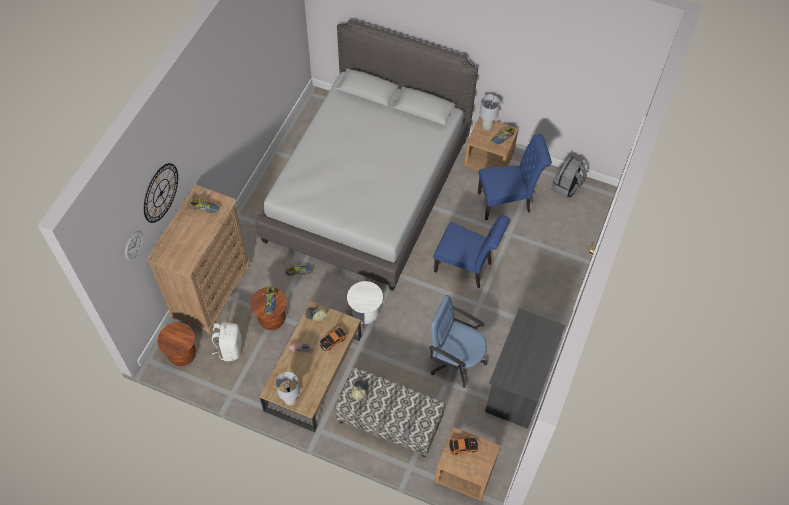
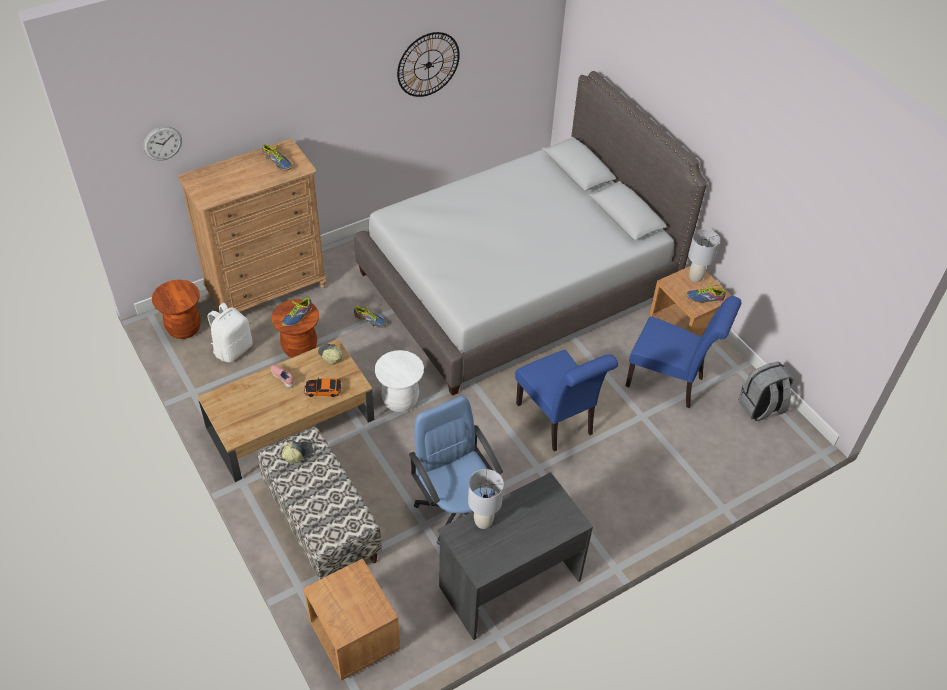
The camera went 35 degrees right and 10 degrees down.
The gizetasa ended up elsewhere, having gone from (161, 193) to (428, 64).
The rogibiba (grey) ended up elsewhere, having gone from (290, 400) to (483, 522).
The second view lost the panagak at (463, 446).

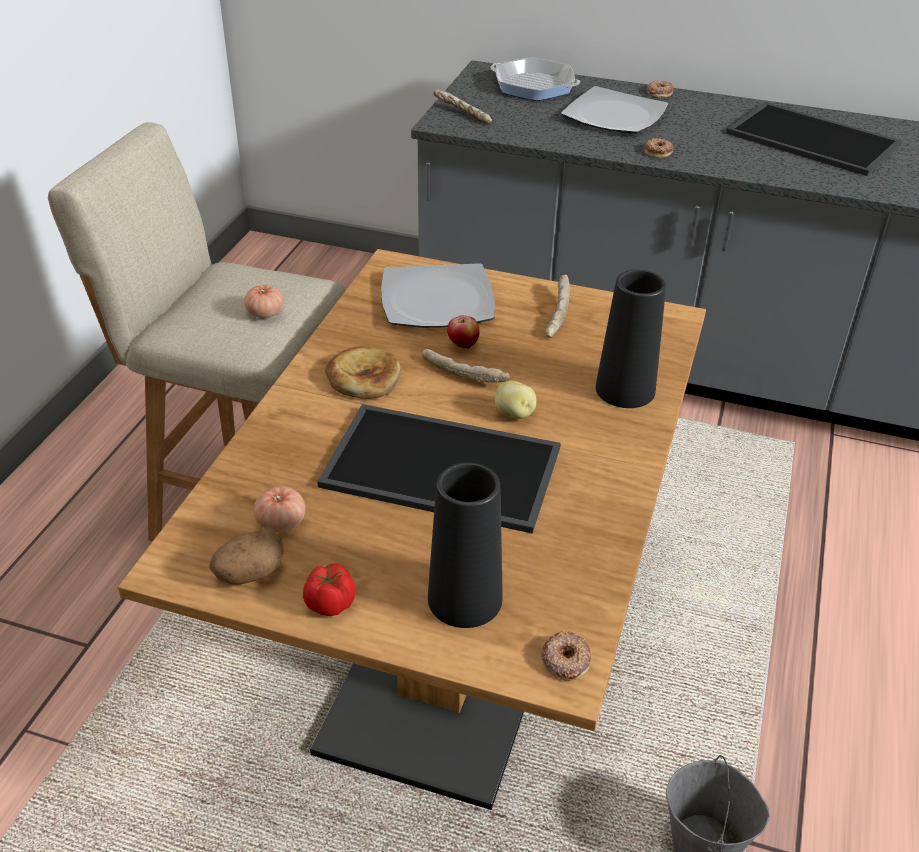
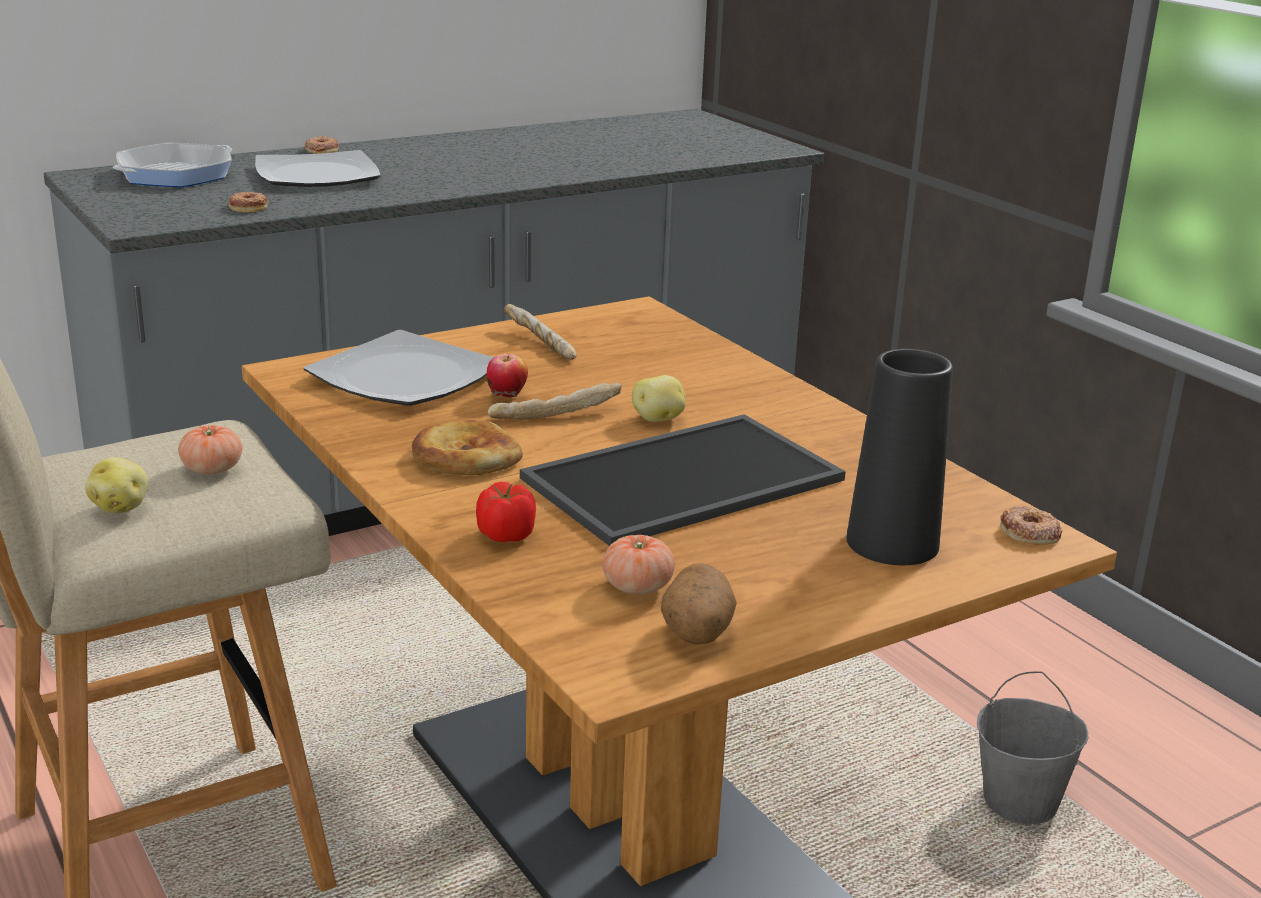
The camera went 50 degrees left and 15 degrees down.
The second view gained the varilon at (120, 507).
The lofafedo at (534, 86) ended up facing another way, 150 degrees clockwise from before.
The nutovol ended up elsewhere, having gone from (658, 151) to (248, 207).
The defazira ended up elsewhere, having gone from (329, 603) to (505, 536).
The second view lost the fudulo at (461, 114).
The second view lost the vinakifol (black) at (625, 389).
The second view lost the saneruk at (815, 139).

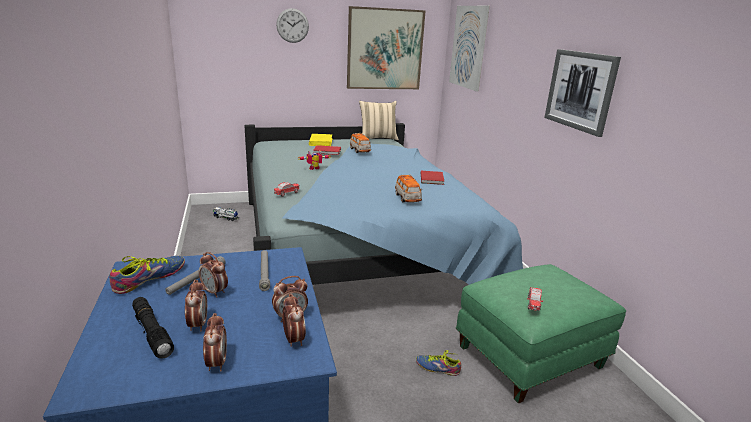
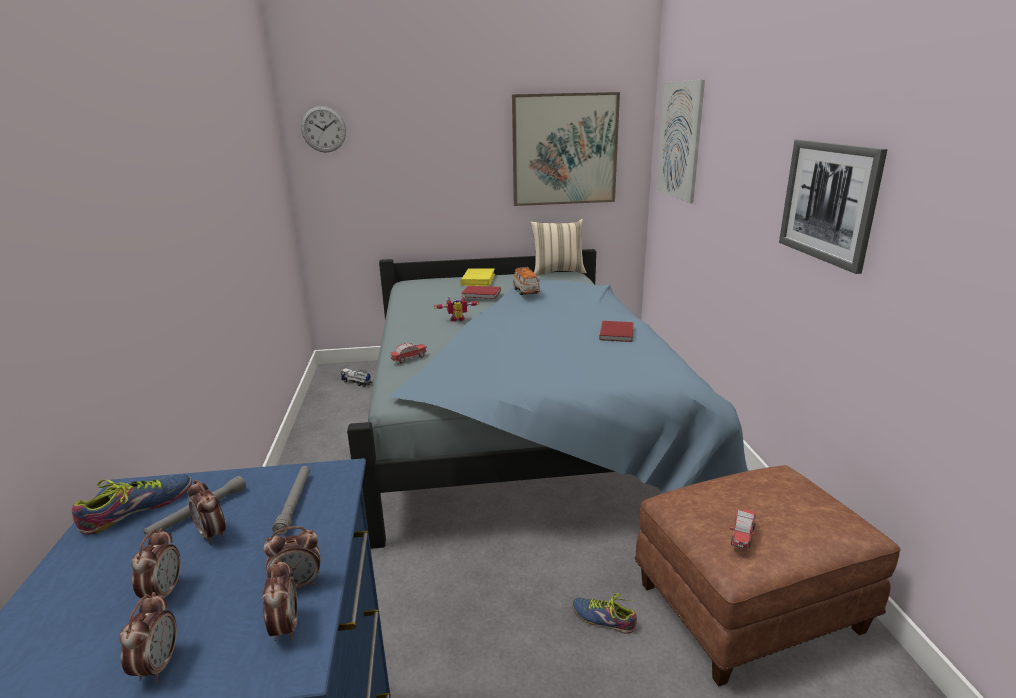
The camera went 10 degrees right and 0 degrees up.
The gizetasa ended up elsewhere, having gone from (292, 25) to (323, 129).
What was the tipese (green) at (530, 355) turned into the tipese (brown) at (748, 605).
The second view lost the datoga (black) at (152, 332).
The second view lost the panagak at (407, 198).

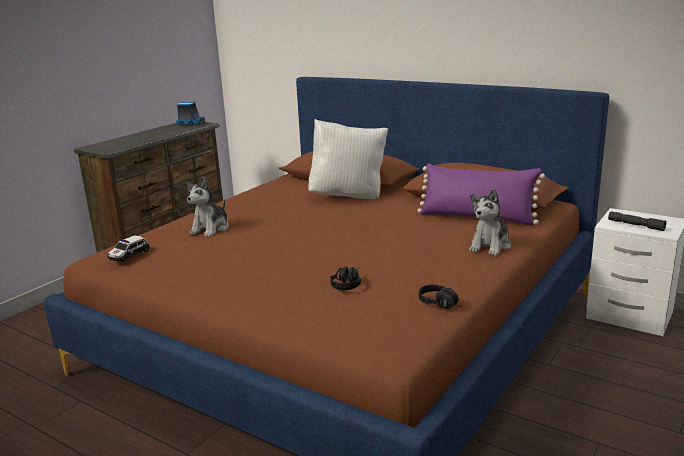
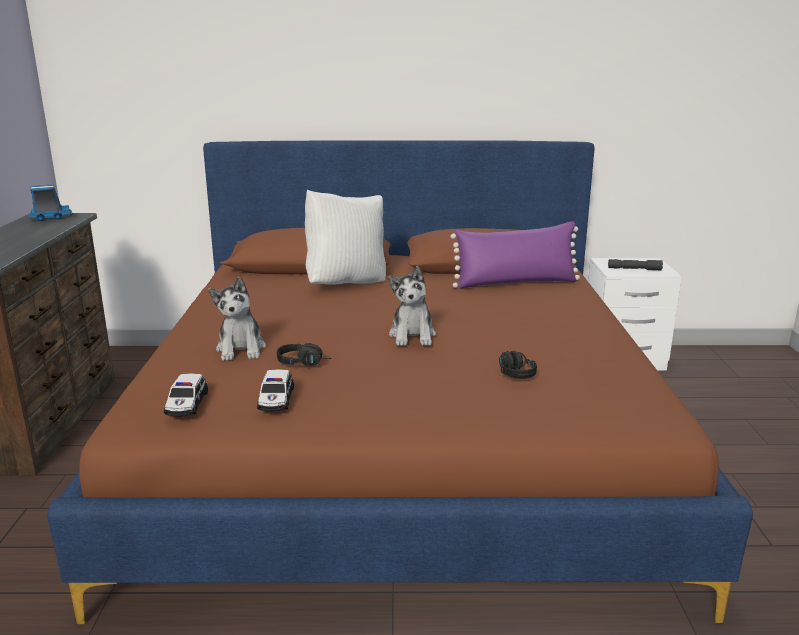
The camera went 35 degrees left and 0 degrees up.
The second view gained the panagak at (276, 399).
The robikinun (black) ended up elsewhere, having gone from (442, 304) to (305, 363).
The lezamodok ended up elsewhere, having gone from (490, 246) to (412, 335).

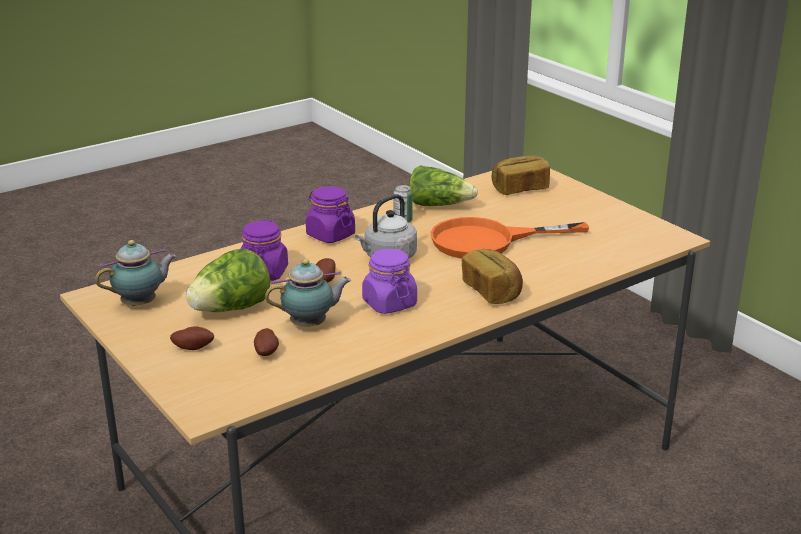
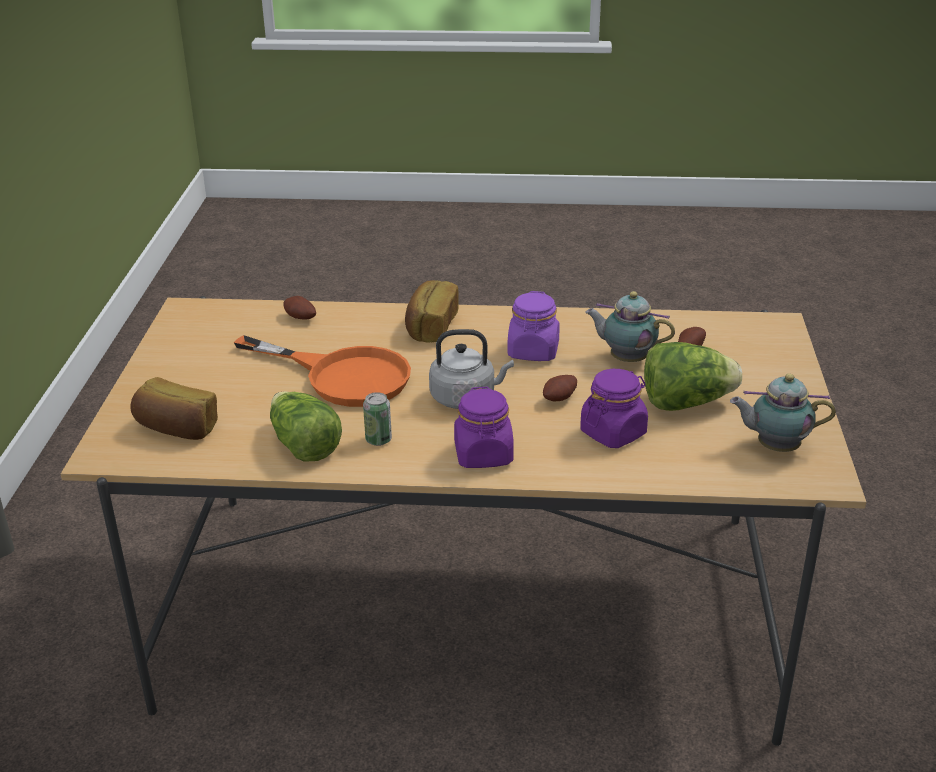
The camera went 140 degrees left and 5 degrees up.
The varilon ended up elsewhere, having gone from (193, 347) to (300, 318).

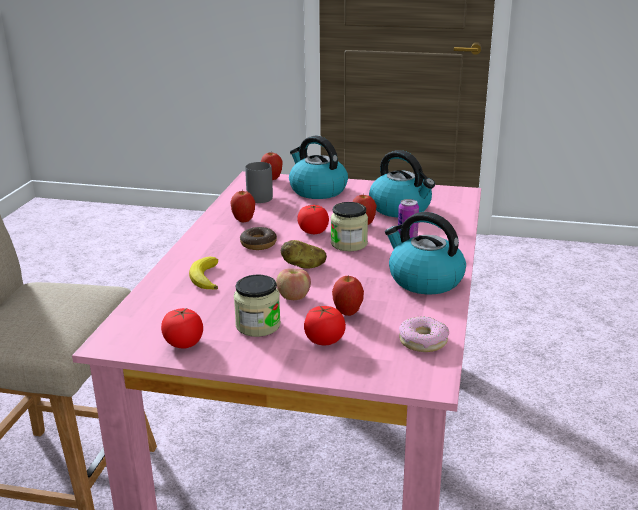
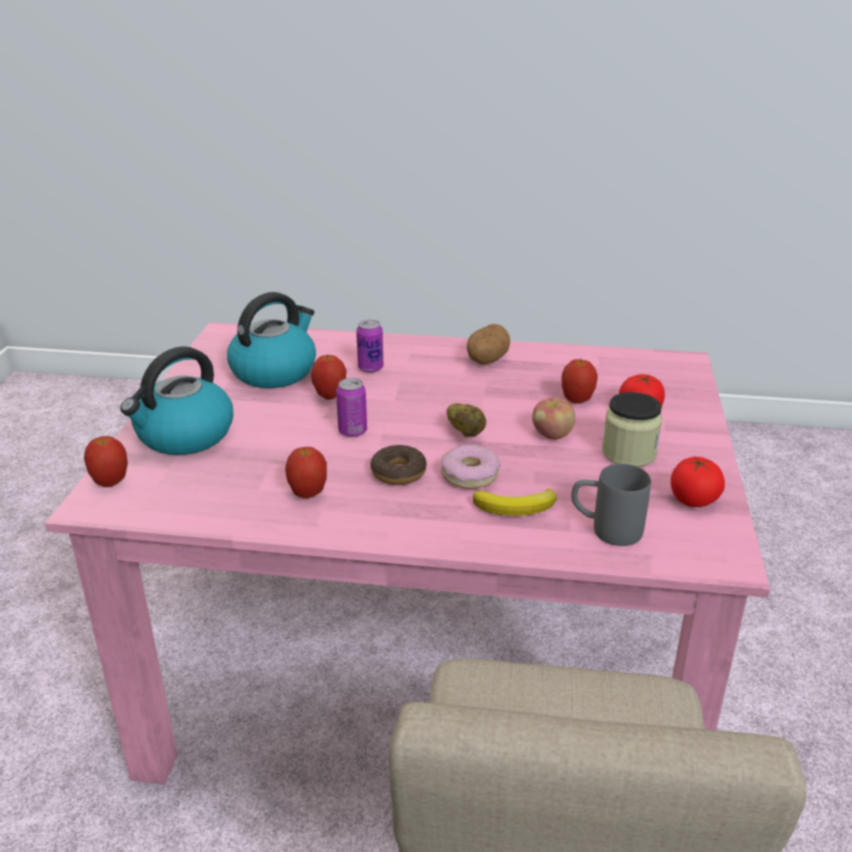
The camera went 95 degrees left and 5 degrees up.
Where the defazira stood at (313, 231), the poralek came to stand at (352, 431).
The nutovol ended up elsewhere, having gone from (423, 341) to (469, 475).
Where the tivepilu stood at (424, 280), the varilon came to stand at (486, 360).
The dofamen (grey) ended up elsewhere, having gone from (262, 196) to (605, 530).
The second view lost the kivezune at (349, 244).

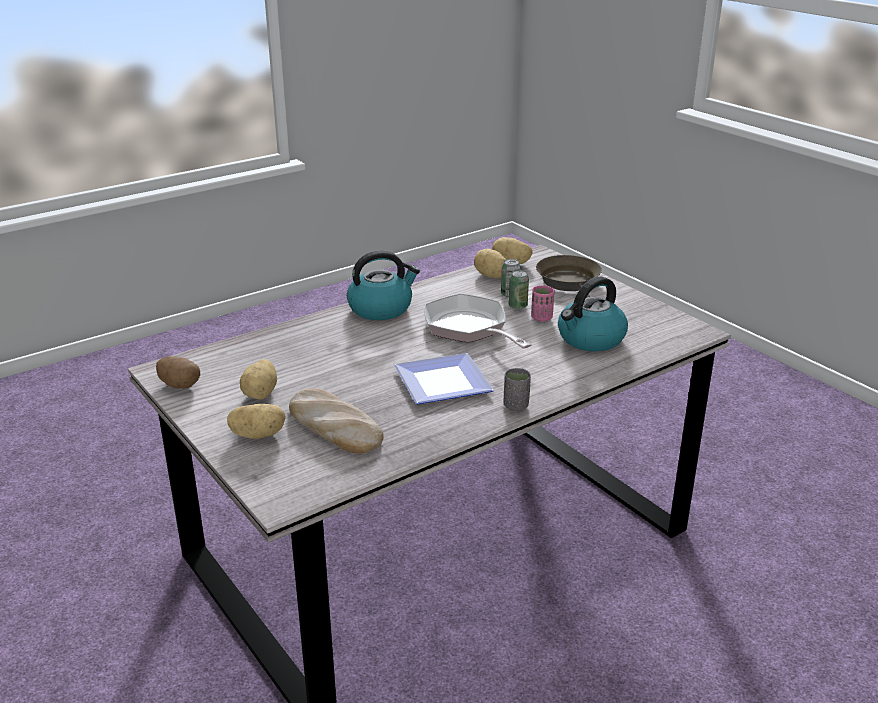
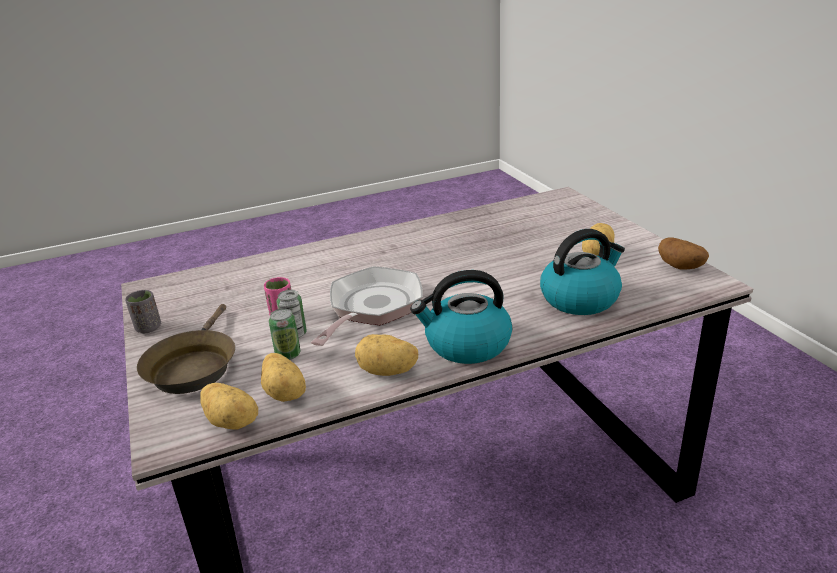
The camera went 165 degrees left and 0 degrees up.
The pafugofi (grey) ended up elsewhere, having gone from (516, 406) to (148, 328).
The lofafedo at (469, 328) ended up facing another way, 135 degrees counterclockwise from before.
The varilon ended up elsewhere, having gone from (258, 435) to (387, 372).
The tivepilu ended up elsewhere, having gone from (590, 339) to (580, 298).
The second view lost the fudulo at (333, 426).
The second view lost the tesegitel at (444, 380).

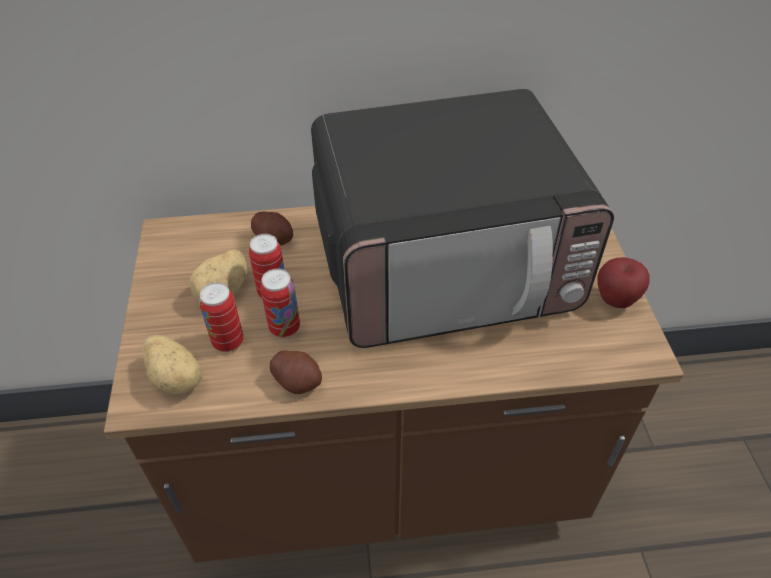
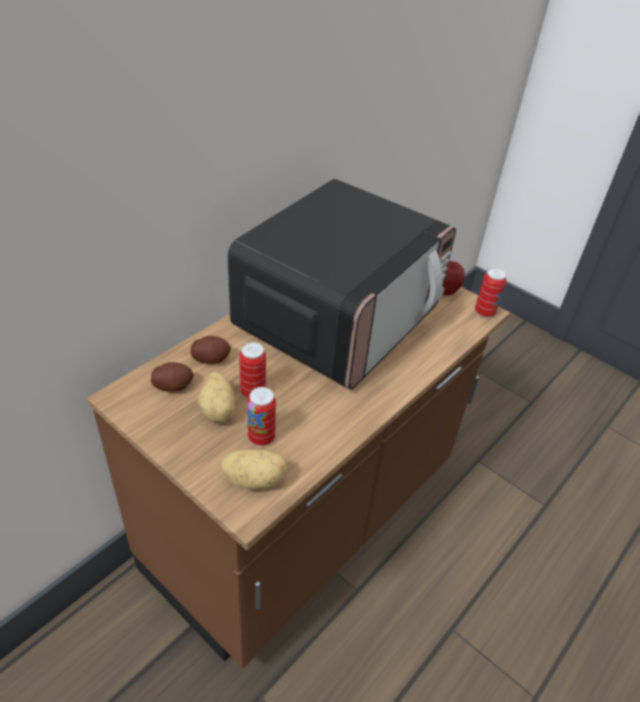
The camera went 45 degrees left and 5 degrees down.
The varilon ended up elsewhere, having gone from (298, 381) to (173, 386).
The poralek ended up elsewhere, having gone from (284, 328) to (484, 312).

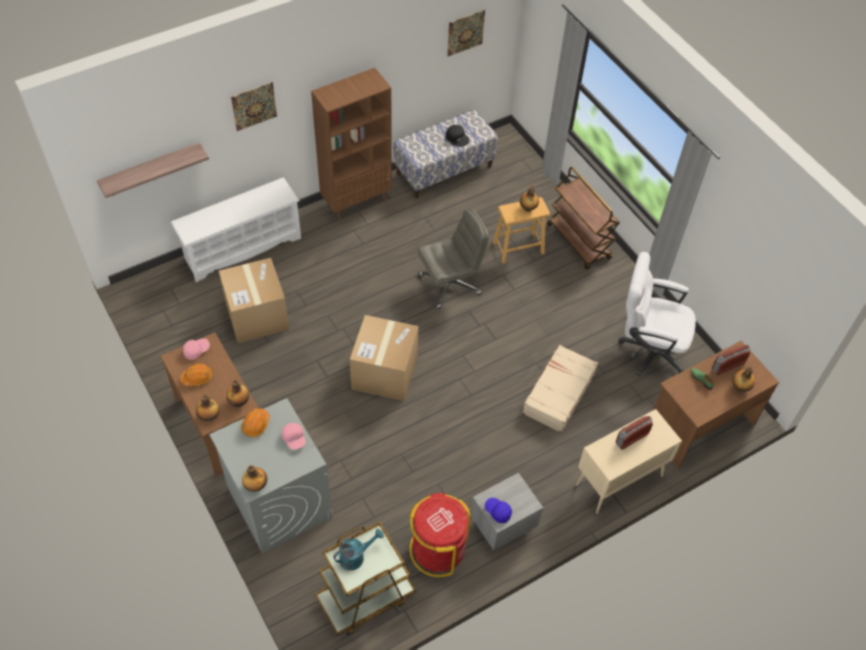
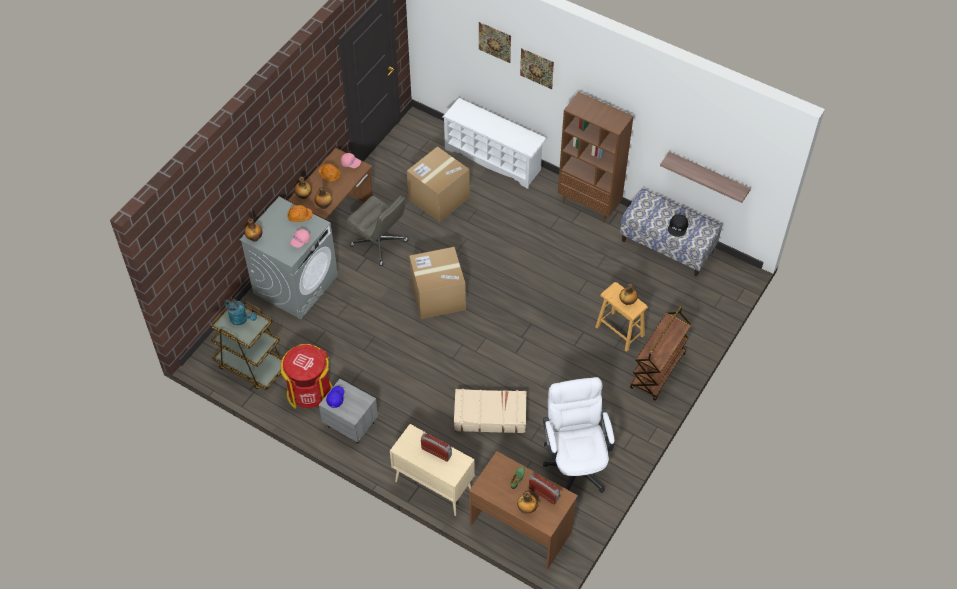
The camera went 65 degrees right and 0 degrees up.
The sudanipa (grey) ended up elsewhere, having gone from (450, 284) to (380, 243).
The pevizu ended up elsewhere, having gone from (465, 33) to (495, 42).
The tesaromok ended up elsewhere, having gone from (151, 170) to (708, 176).

